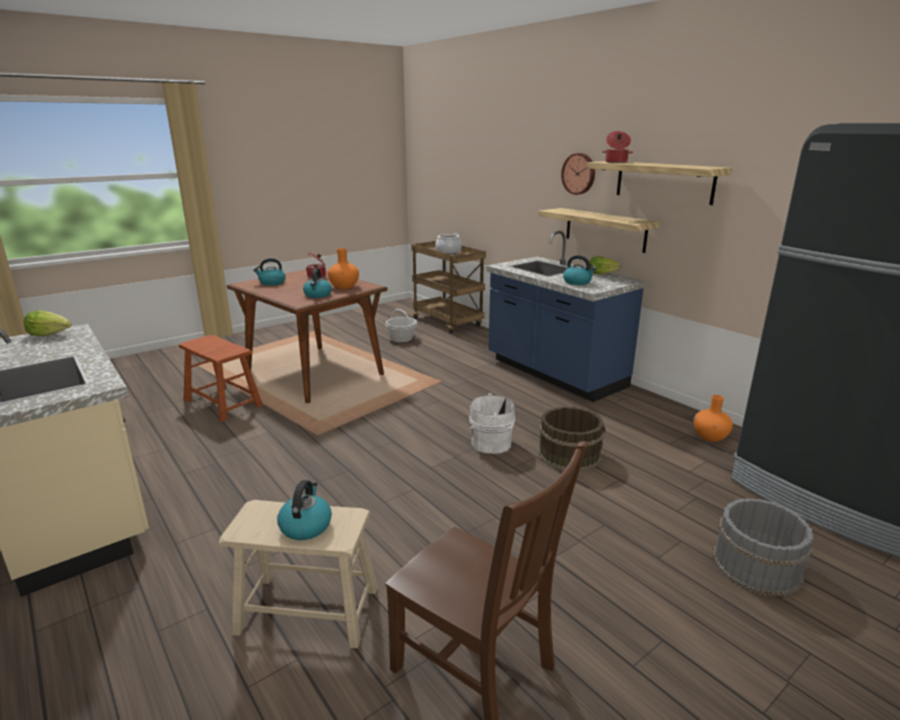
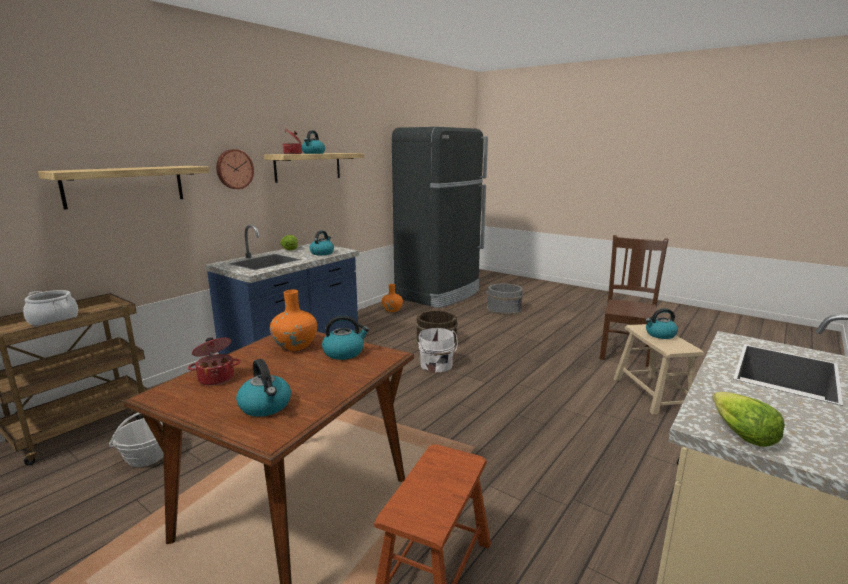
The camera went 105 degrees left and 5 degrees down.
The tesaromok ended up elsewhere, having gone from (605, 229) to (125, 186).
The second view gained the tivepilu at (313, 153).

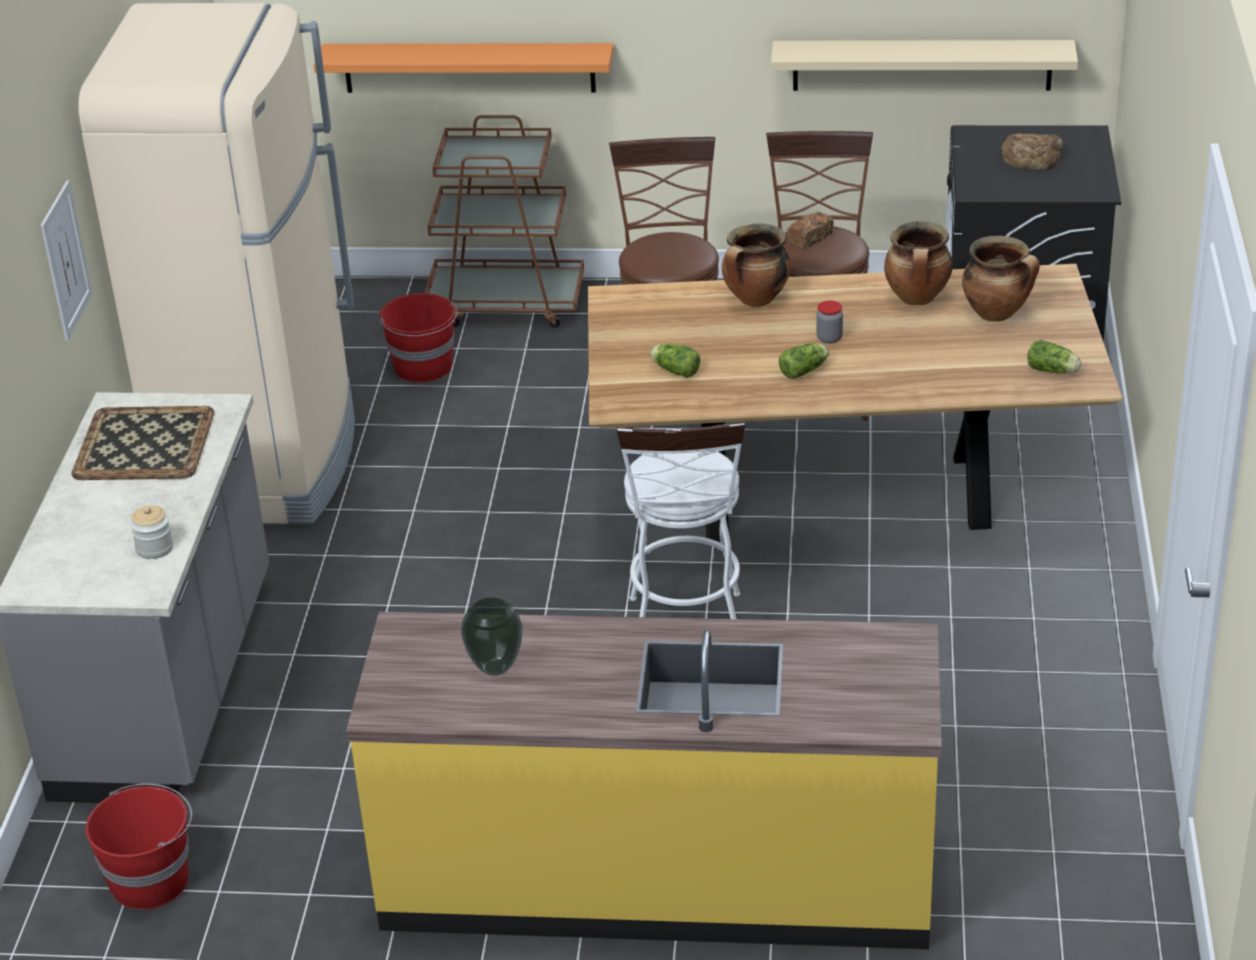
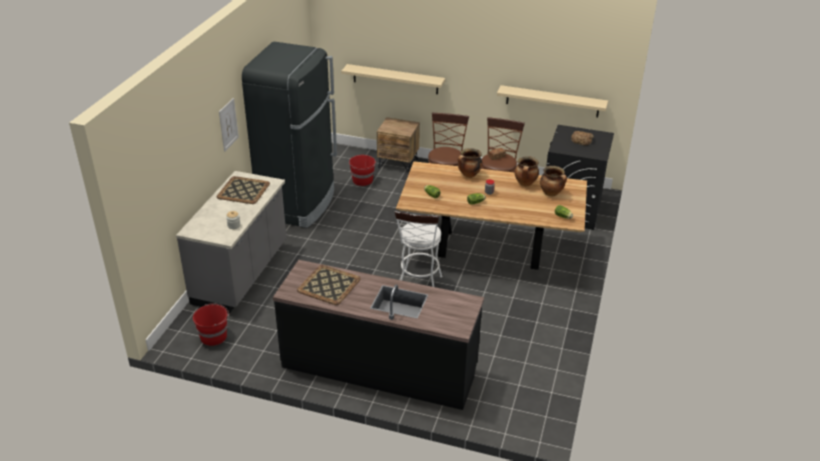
The camera went 10 degrees right and 0 degrees up.
What was the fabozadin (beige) at (263, 462) turned into the fabozadin (black) at (298, 204).
What was the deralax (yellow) at (657, 877) turned into the deralax (black) at (379, 367).
Where the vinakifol stood at (496, 667), the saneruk came to stand at (329, 285).
What was the tesaromok (orange) at (469, 67) turned into the tesaromok (beige) at (395, 79).
Where the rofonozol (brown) stood at (506, 304), the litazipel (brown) came to stand at (398, 163).

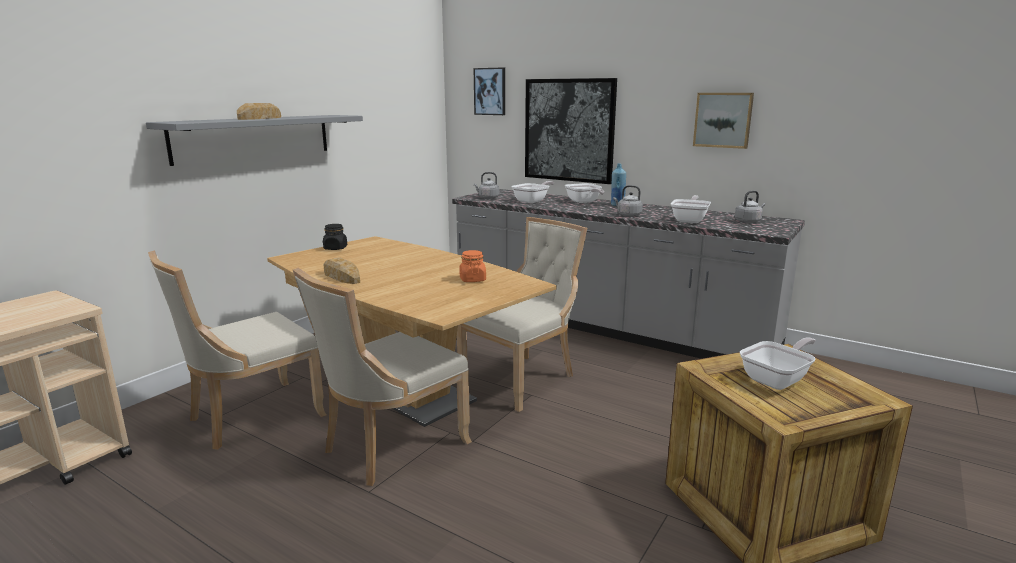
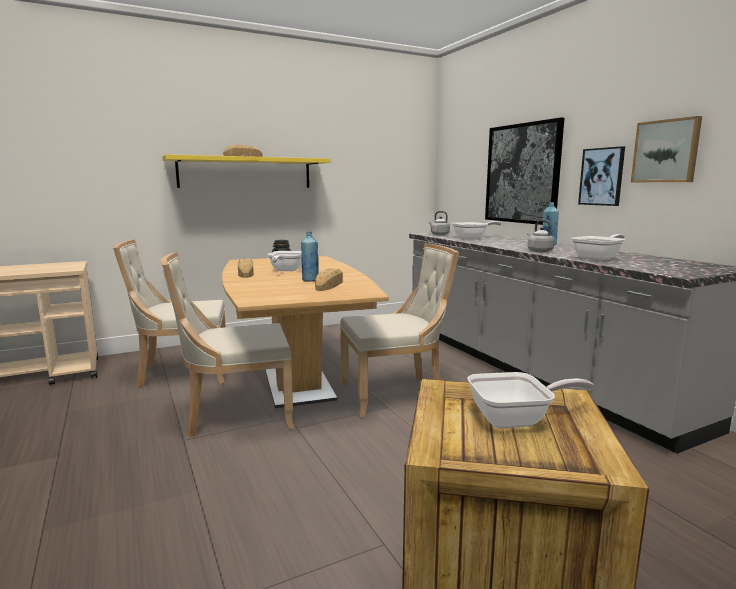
The camera went 30 degrees right and 5 degrees down.
What was the tesaromok (grey) at (254, 137) turned into the tesaromok (yellow) at (246, 173).
The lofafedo ended up elsewhere, having gone from (584, 202) to (286, 270).
The second view gained the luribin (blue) at (310, 280).
Where the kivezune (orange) stood at (472, 279), the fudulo came to stand at (329, 285).
The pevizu ended up elsewhere, having gone from (490, 91) to (602, 176).
The second view lost the tivepilu (grey) at (748, 221).

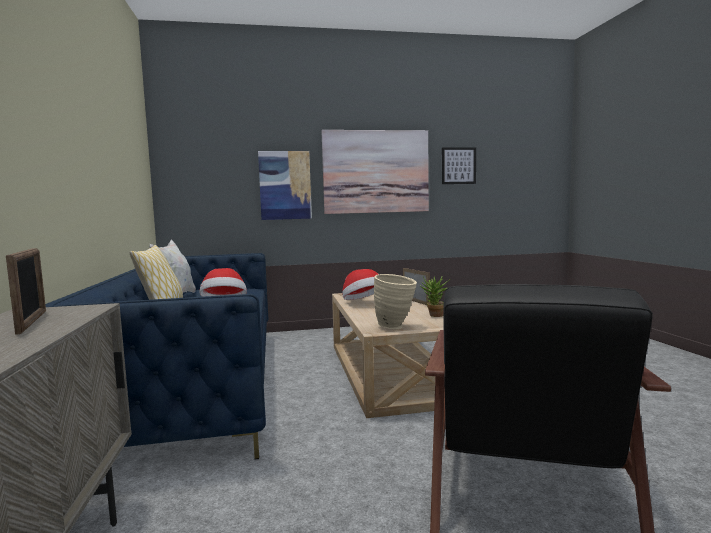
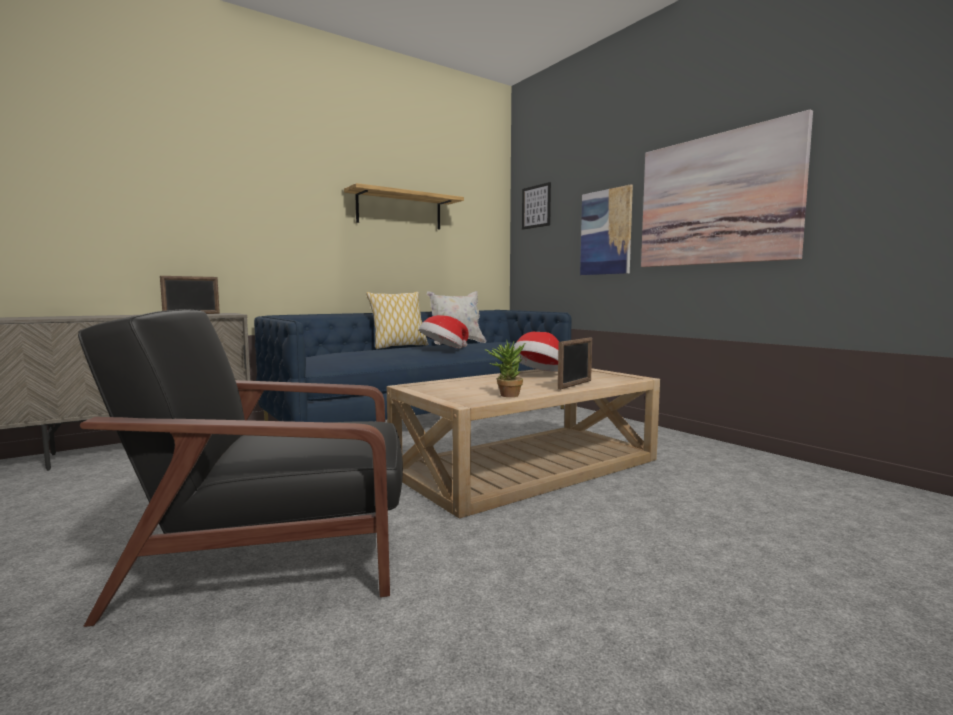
The camera went 65 degrees right and 0 degrees up.
The second view gained the tesaromok at (399, 210).
The pevizu ended up elsewhere, having gone from (458, 166) to (536, 206).
The second view lost the vinakifol (beige) at (396, 327).

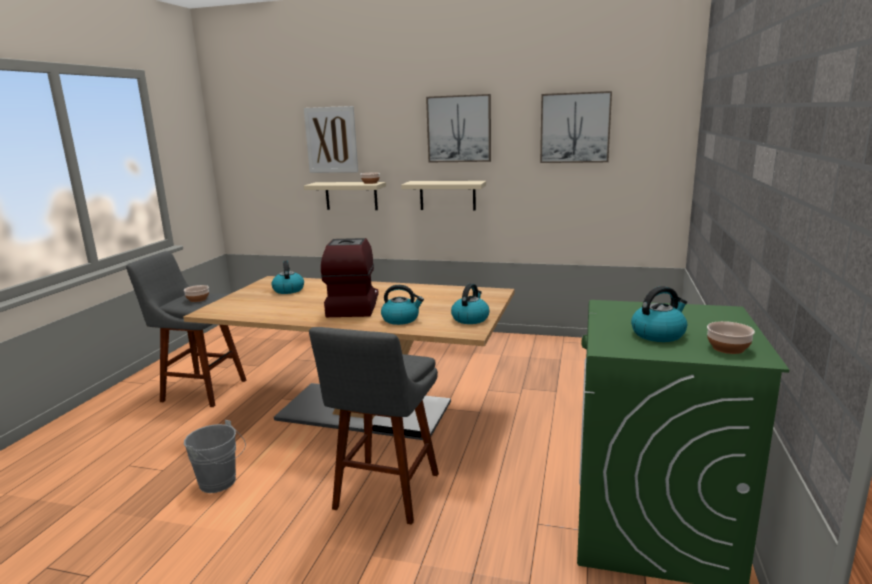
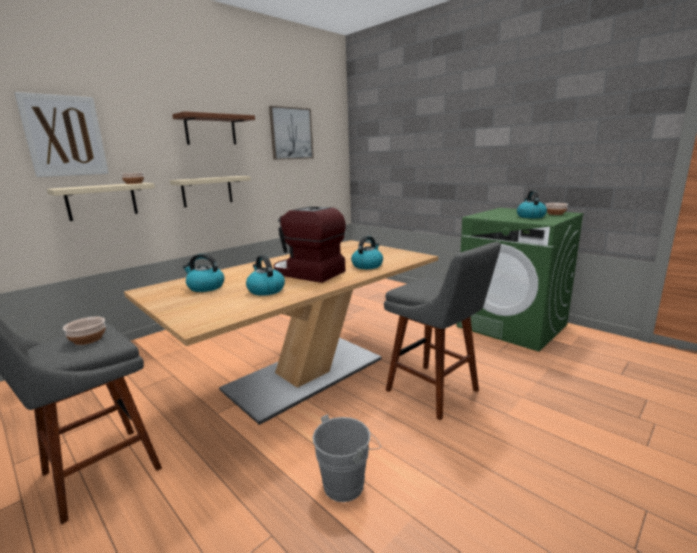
The camera went 60 degrees left and 0 degrees up.
Where the pevizu hung at (459, 129), the tesaromok (brown) came to hang at (210, 130).
The tivepilu ended up elsewhere, having gone from (470, 318) to (265, 290).

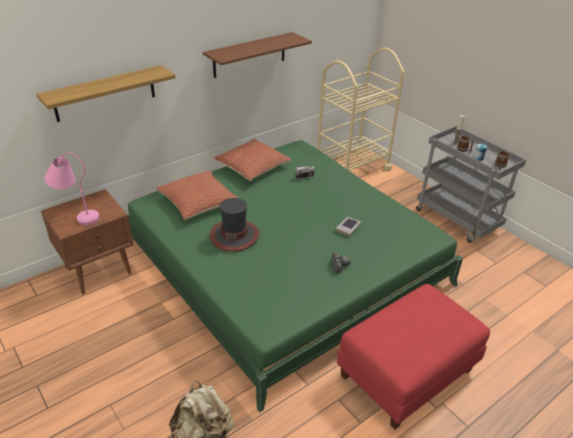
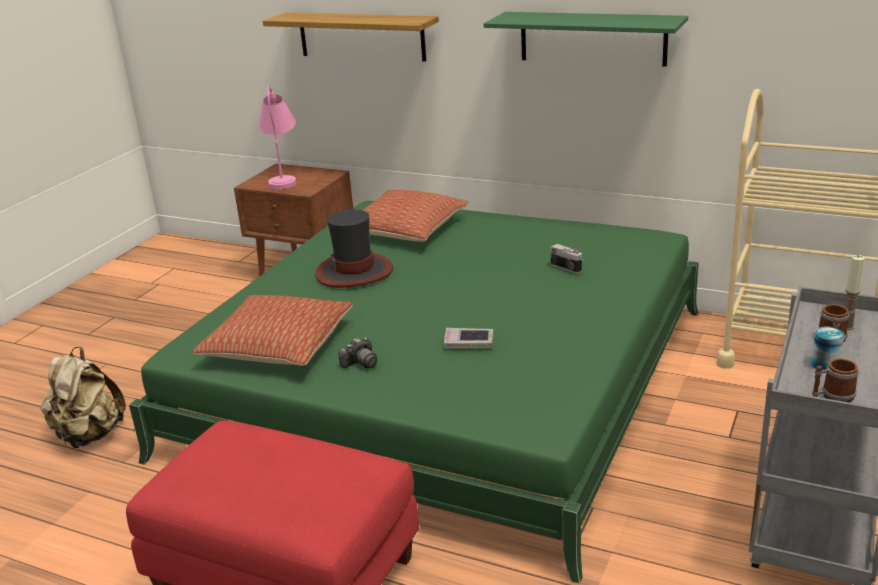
The camera went 65 degrees right and 10 degrees down.
The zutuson ended up elsewhere, having gone from (252, 167) to (278, 346).
What was the tesaromok (brown) at (249, 55) turned into the tesaromok (green) at (592, 38).

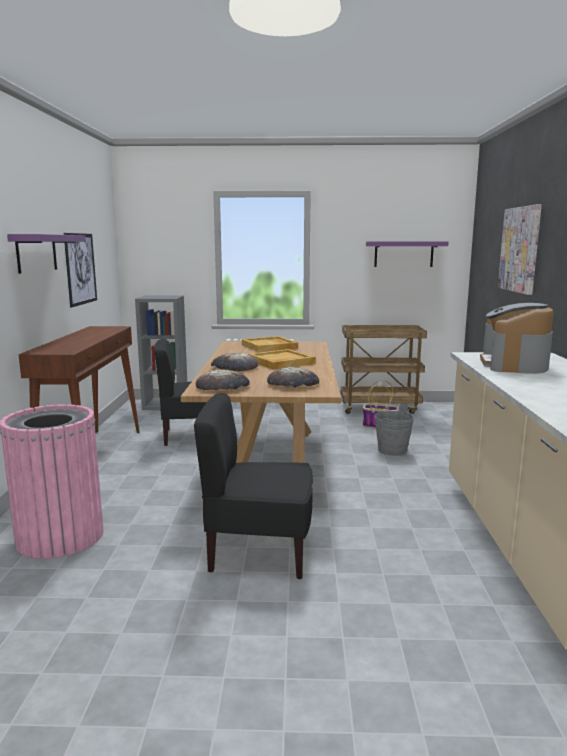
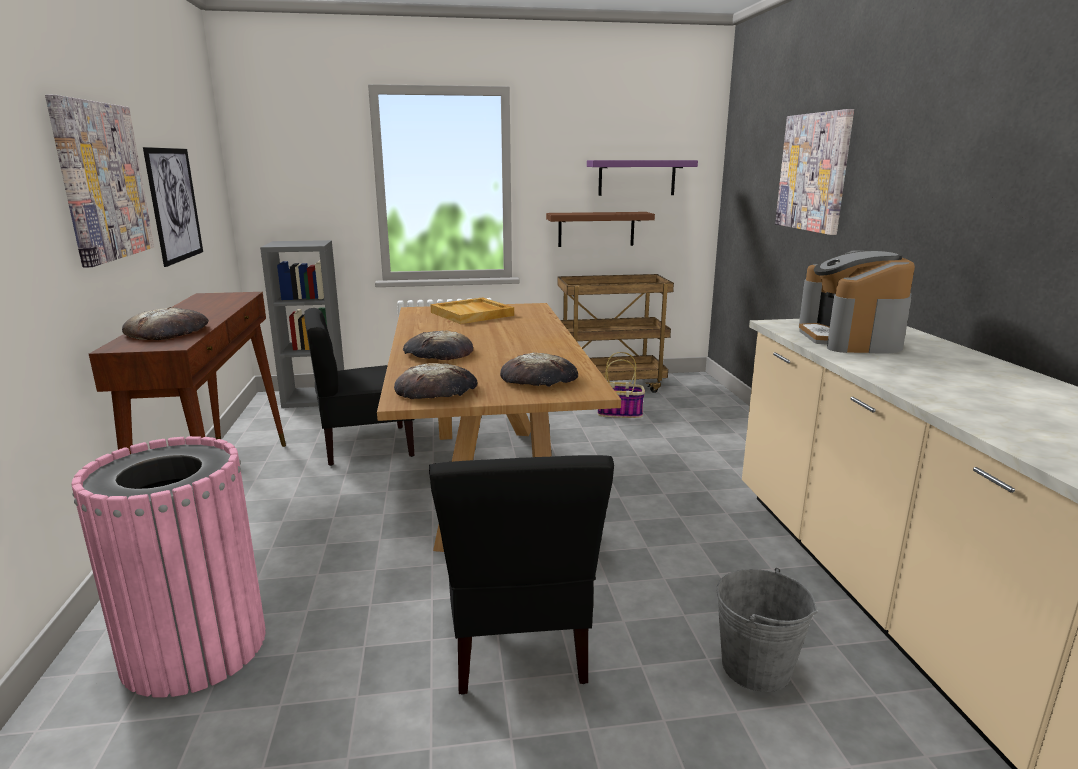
The camera went 10 degrees left and 5 degrees up.
Where the tesaromok (purple) hung at (36, 253), the pevizu came to hang at (102, 181).
The second view gained the fudulo at (167, 331).
The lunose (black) at (258, 552) ended up facing another way, 90 degrees counterclockwise from before.
The second view gained the tesaromok (brown) at (596, 229).
The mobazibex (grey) ended up elsewhere, having gone from (392, 450) to (756, 667).
The second view lost the saneruk (beige) at (281, 362).

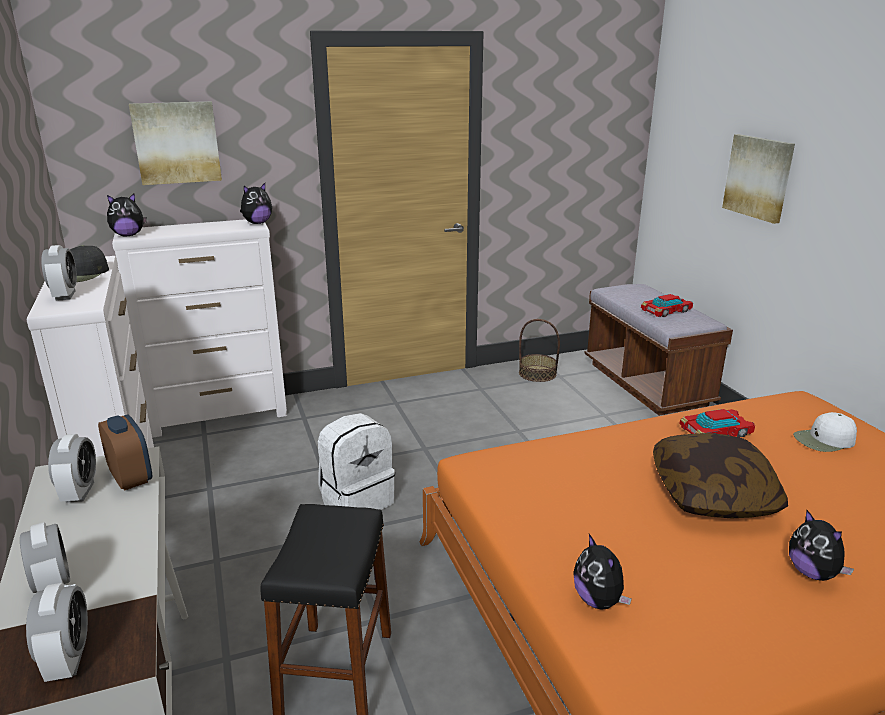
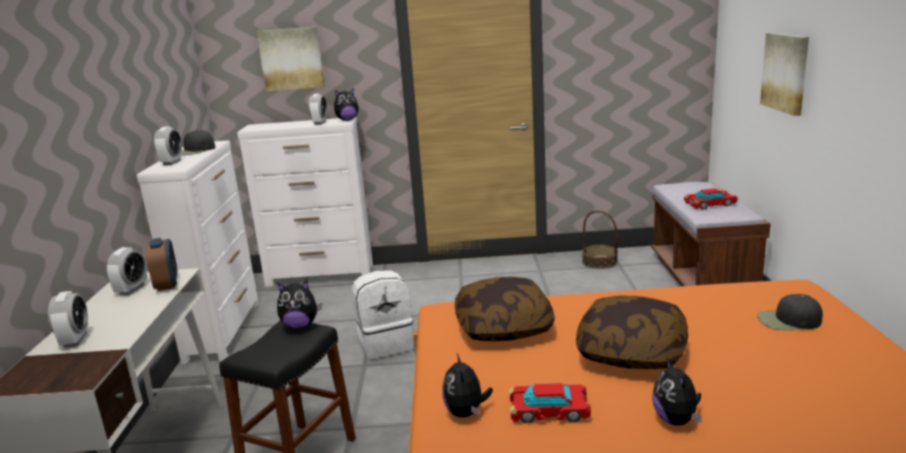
The camera went 20 degrees right and 5 degrees down.
The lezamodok ended up elsewhere, having gone from (128, 235) to (300, 325).
The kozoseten ended up elsewhere, having gone from (68, 659) to (320, 123).
The second view gained the zutuson at (504, 326).
The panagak ended up elsewhere, having gone from (716, 432) to (549, 411).
What was the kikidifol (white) at (824, 440) turned into the kikidifol (black) at (788, 320).

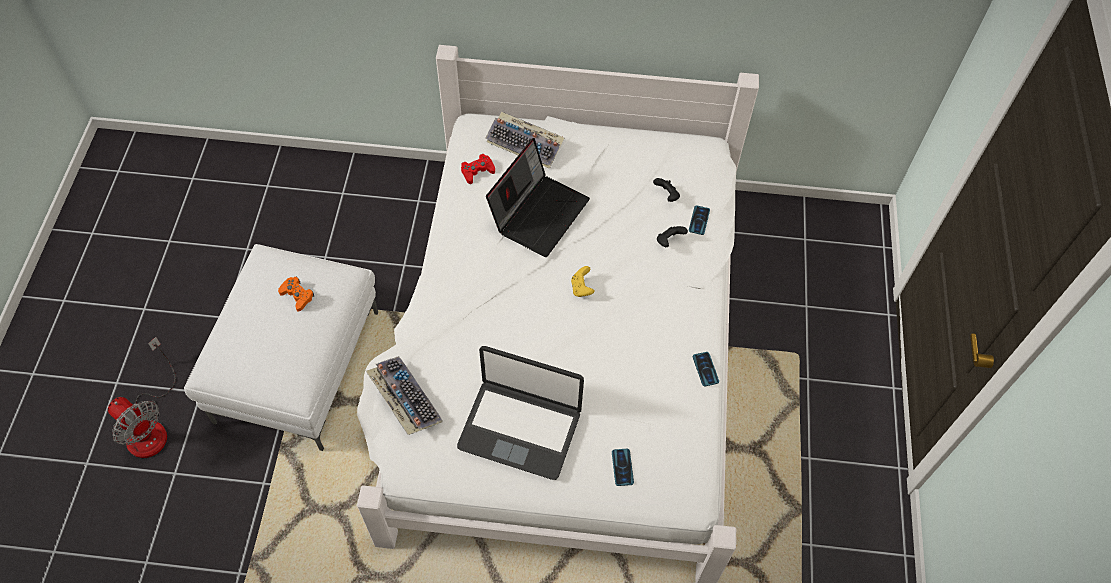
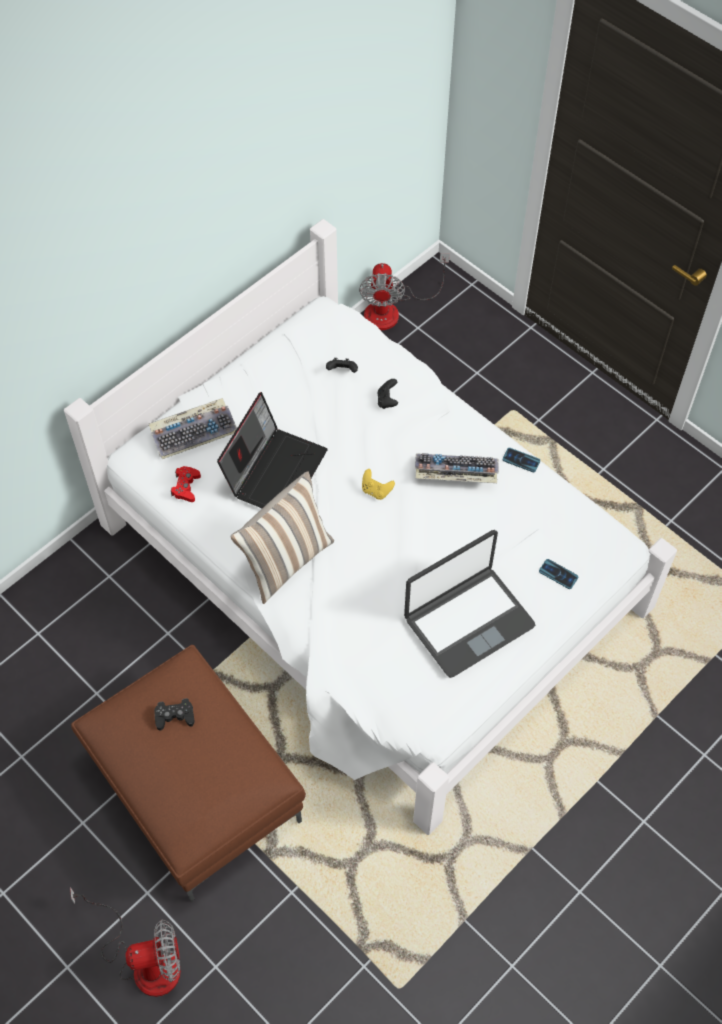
The camera went 50 degrees left and 0 degrees up.
What was the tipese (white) at (297, 365) turned into the tipese (brown) at (193, 789).
What was the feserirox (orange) at (297, 295) turned into the feserirox (black) at (174, 716).
The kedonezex at (539, 213) ended up facing another way, 45 degrees clockwise from before.
The second view gained the zutuson at (286, 561).
The second view gained the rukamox at (392, 310).
The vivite ended up elsewhere, having gone from (403, 399) to (454, 474).
The second view lost the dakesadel at (699, 220).

